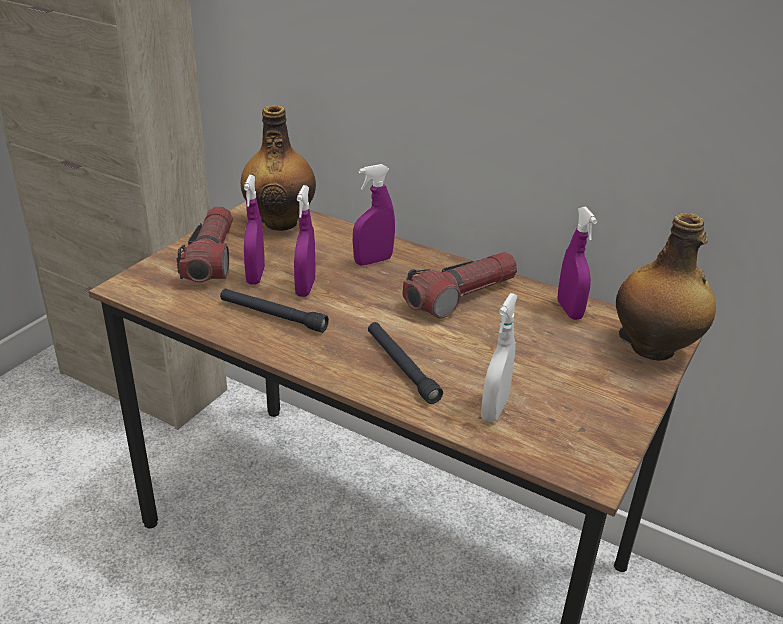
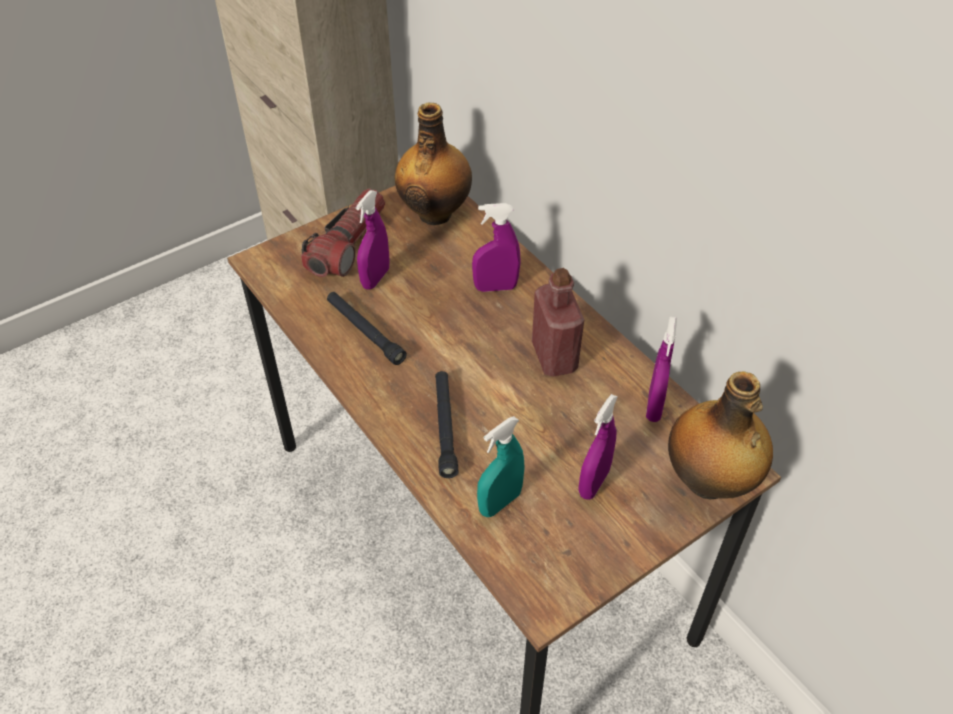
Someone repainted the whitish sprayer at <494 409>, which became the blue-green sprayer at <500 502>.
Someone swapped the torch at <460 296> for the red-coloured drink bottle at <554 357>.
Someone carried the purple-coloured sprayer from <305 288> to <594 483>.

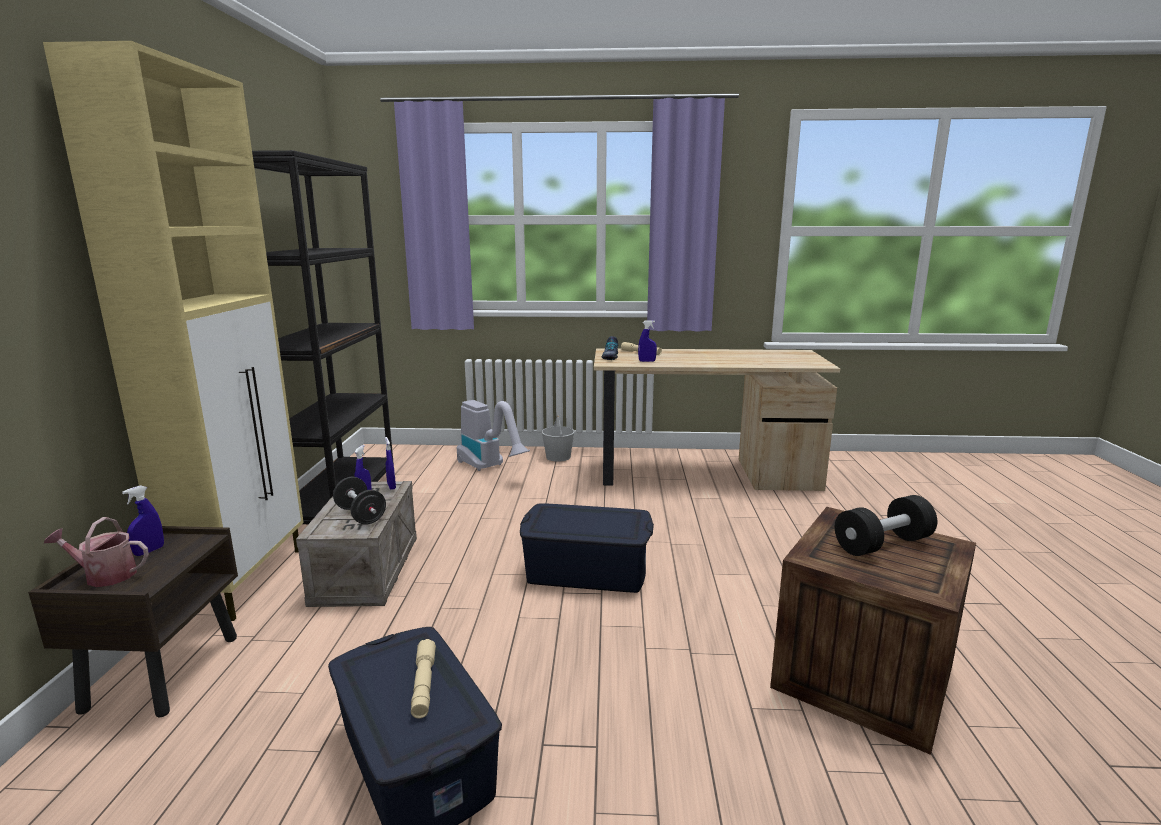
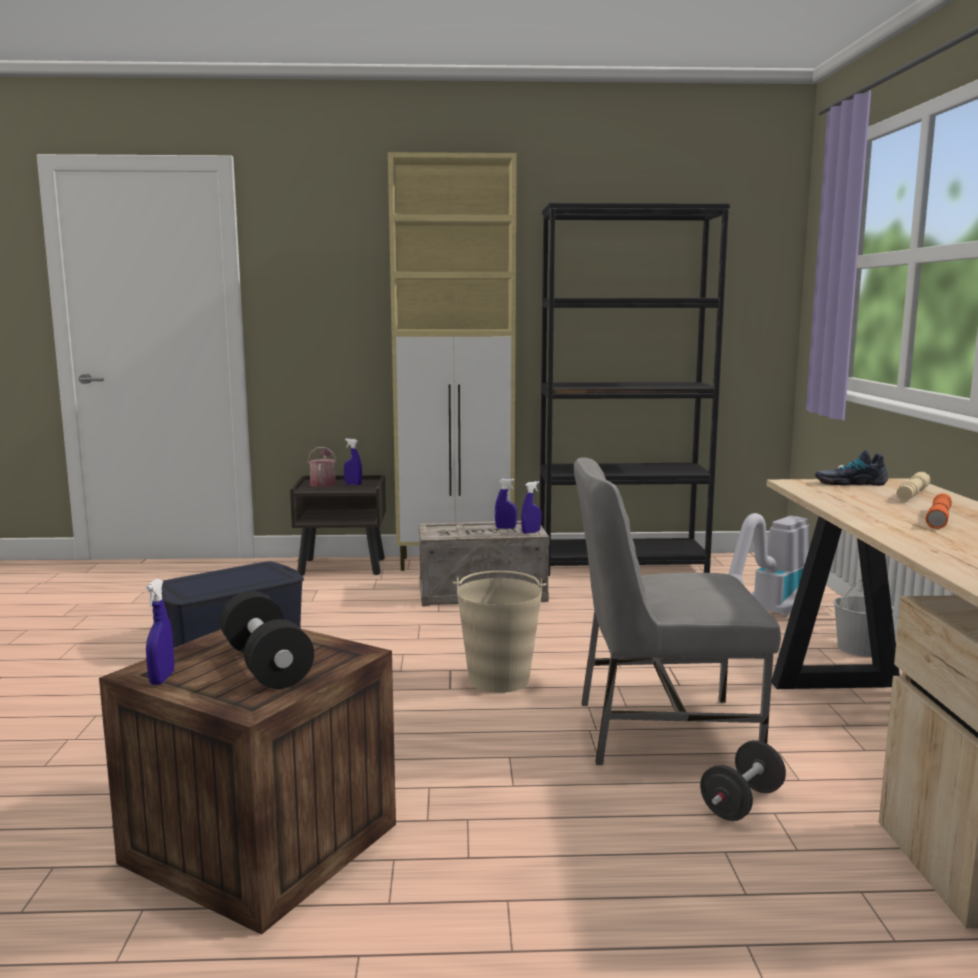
Someone carried the blue-coloured sprayer from <647 361> to <162 679>.
Someone swapped the blue-coloured storage container at <586 570> for the beige water bucket at <499 679>.
Someone put down the grey chair at <661 731>.
Someone carried the black-coloured dumbbell from <360 515> to <741 803>.
Someone put down the orange torch at <938 518>.
Someone took away the beige torch at <424 684>.

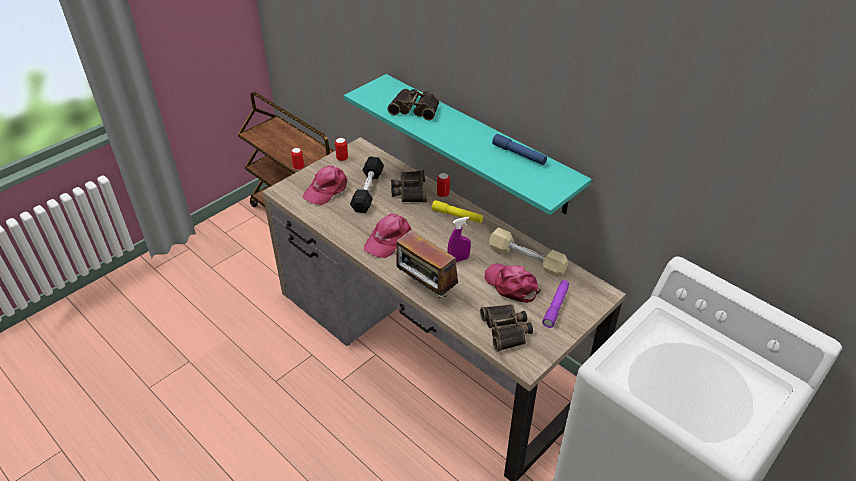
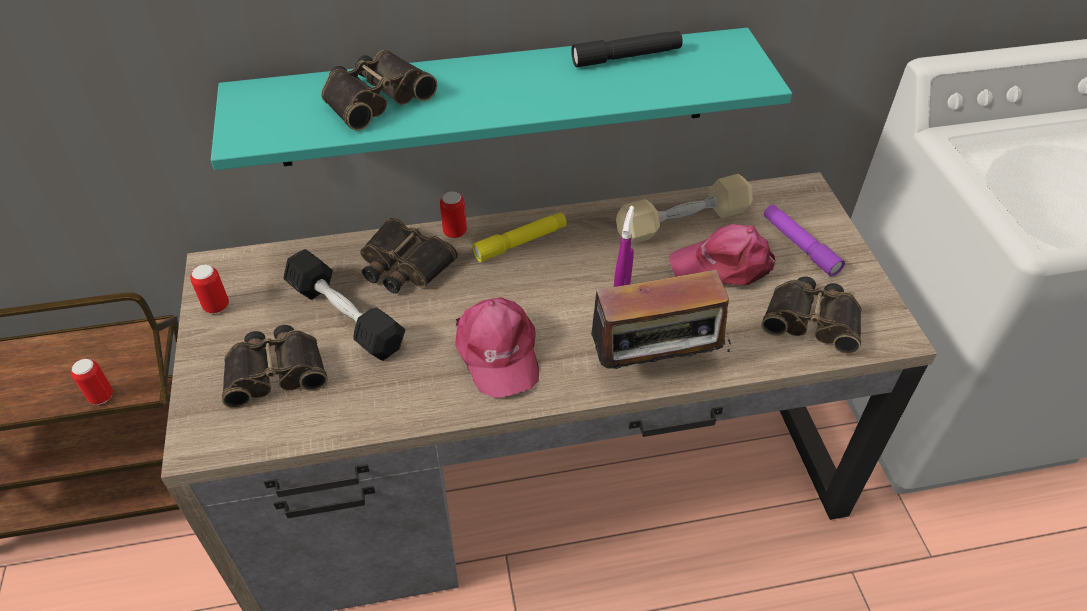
Someone swapped the pink peaked cap at <326 189> for the field glasses at <276 371>.
Someone repainted the blue-coloured torch at <519 154>, which became the black-coloured torch at <626 57>.

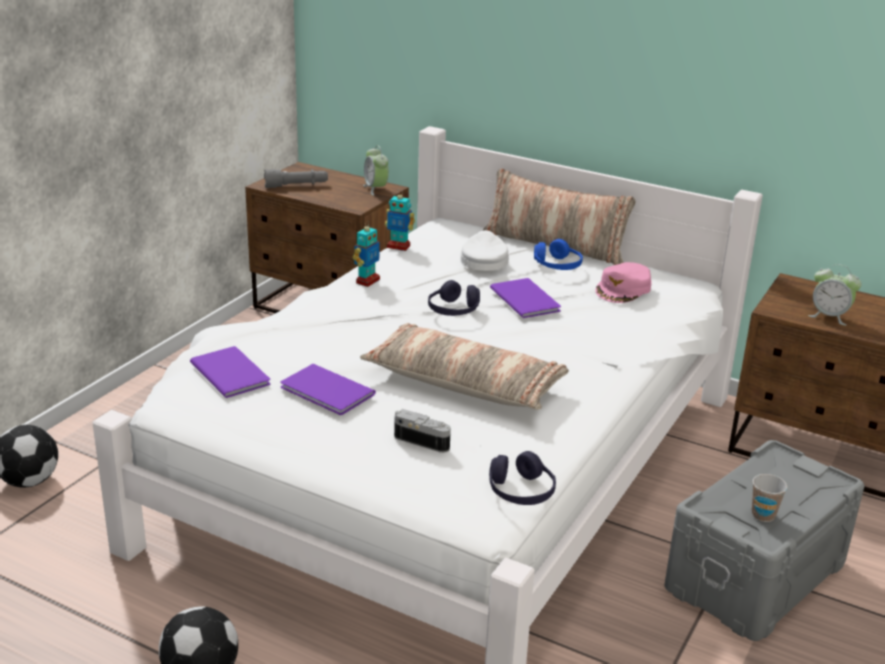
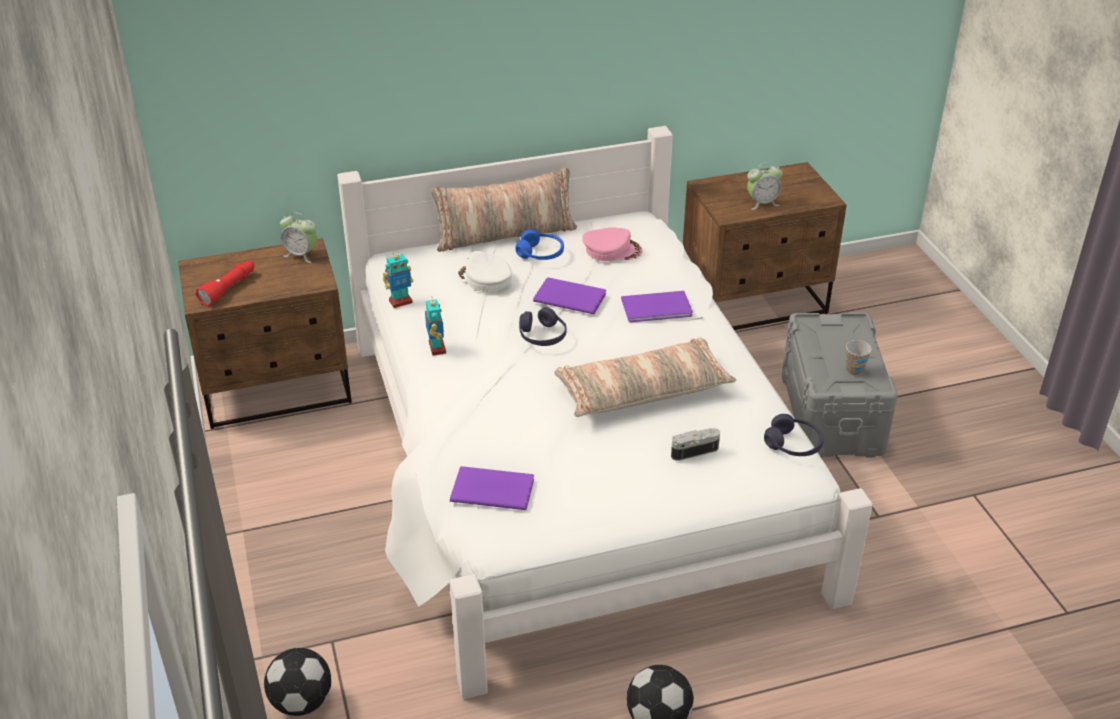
Someone repainted the grey torch at <296 186>, which became the red-coloured torch at <229 288>.
Someone rotated the pink peaked cap at <623 289> by 75 degrees counterclockwise.
Someone carried the purple-coloured bound book from <327 392> to <658 308>.

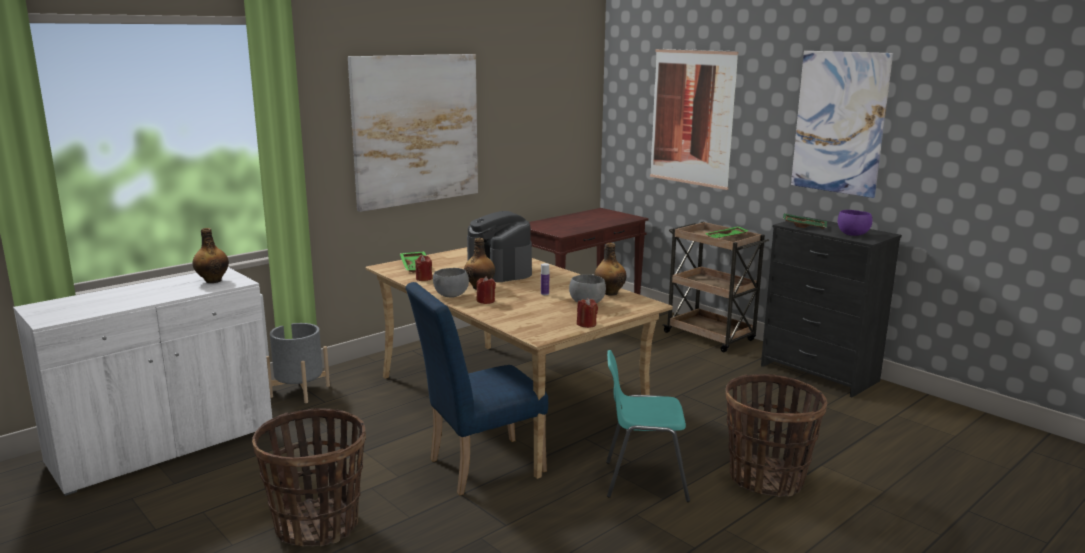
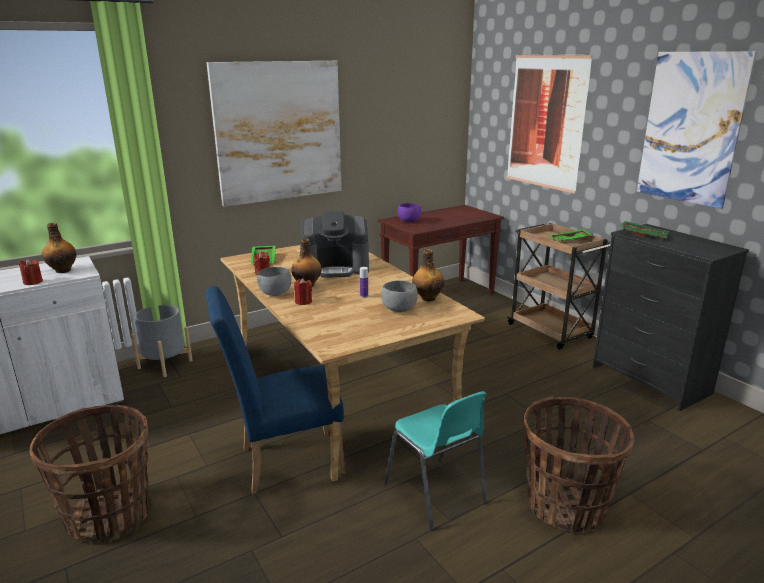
Someone carried the red-coloured wax candle from <586 324> to <33 282>.
Someone rotated the coffee brewer at <499 271> by 75 degrees counterclockwise.
Someone rotated the blue-green chair at <643 480> by 135 degrees counterclockwise.
Someone carried the purple-coloured deep dish from <852 234> to <408 221>.

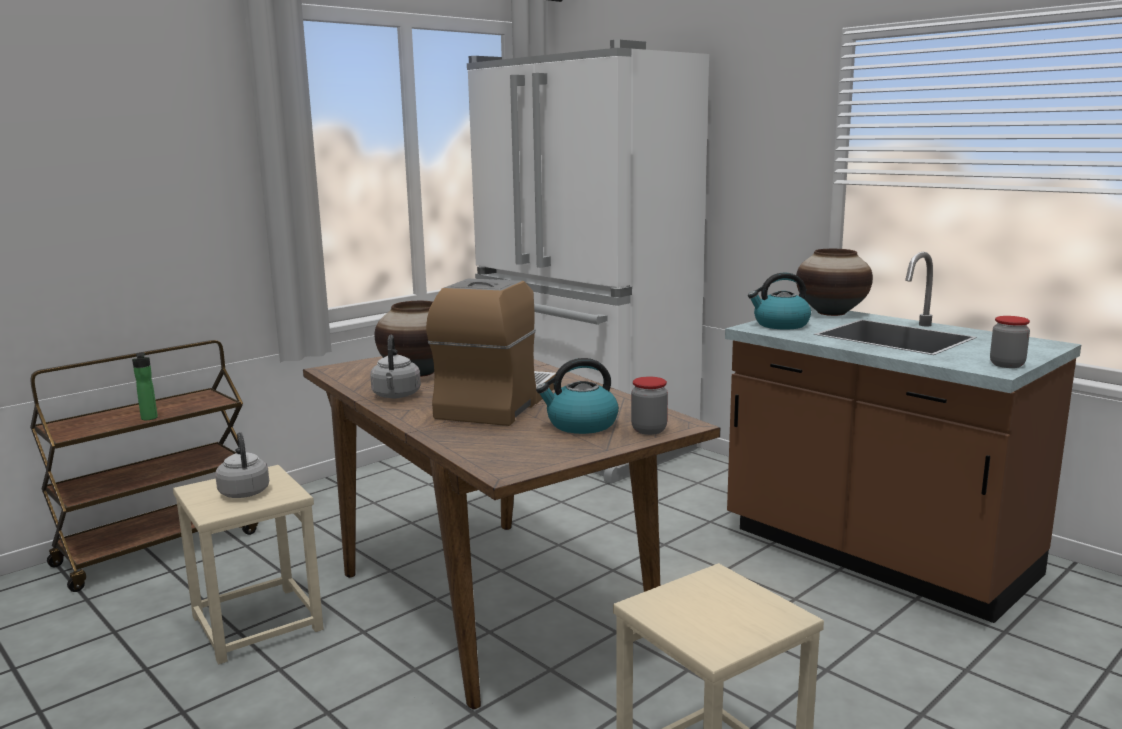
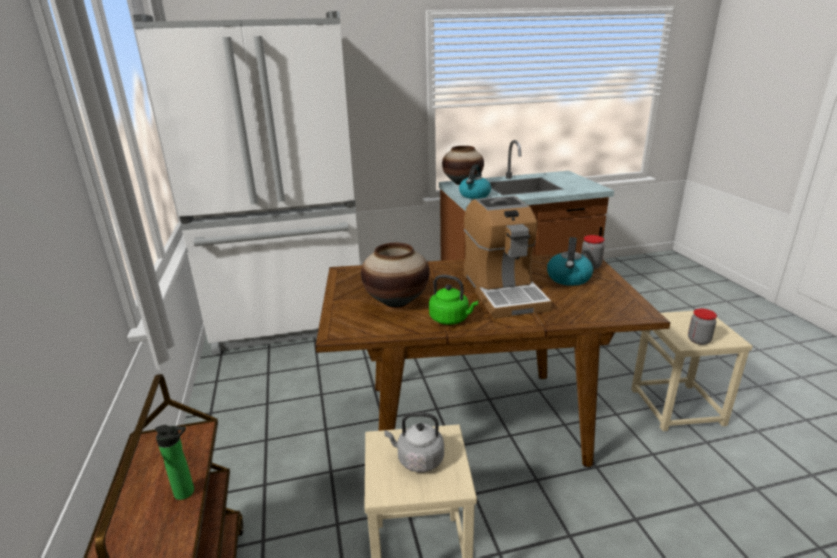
Someone repainted the grey tea kettle at <396 396>, which became the greenish tea kettle at <451 319>.
Someone rotated the coffee brewer at <497 403> by 150 degrees counterclockwise.
Someone carried the jar from <1007 365> to <698 340>.

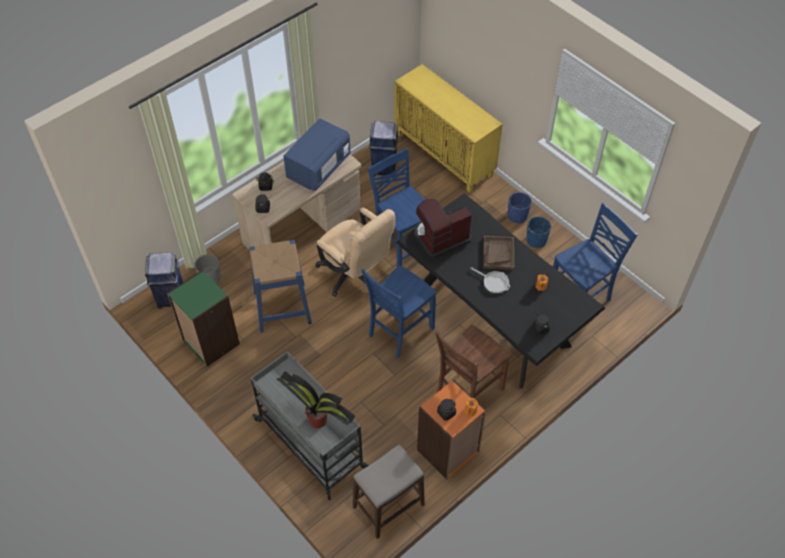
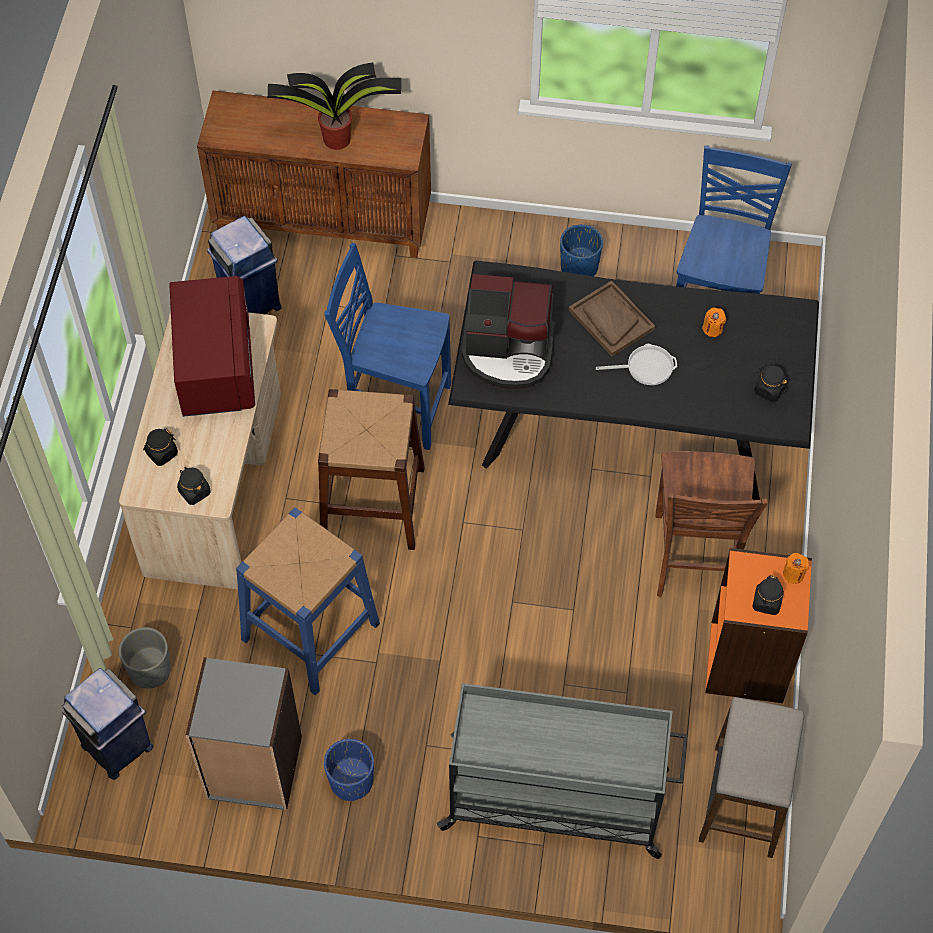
Someone repainted the blue-coloured microwave at <318 167>, which became the red-coloured microwave at <215 366>.
Someone repainted the greenish bookshelf at <210 342>, which became the grey bookshelf at <254 768>.
Someone repainted the yellow-coloured cupboard at <445 155>, which became the brown cupboard at <324 221>.
Someone carried the plant in a pot from <318 421> to <339 139>.
Someone swapped the beige computer chair at <355 276> for the brown stool at <373 504>.
Someone carried the blue-coloured planter from <517 216> to <351 781>.
Someone rotated the coffee brewer at <440 237> by 105 degrees counterclockwise.
Someone took away the blue-coloured chair at <399 332>.

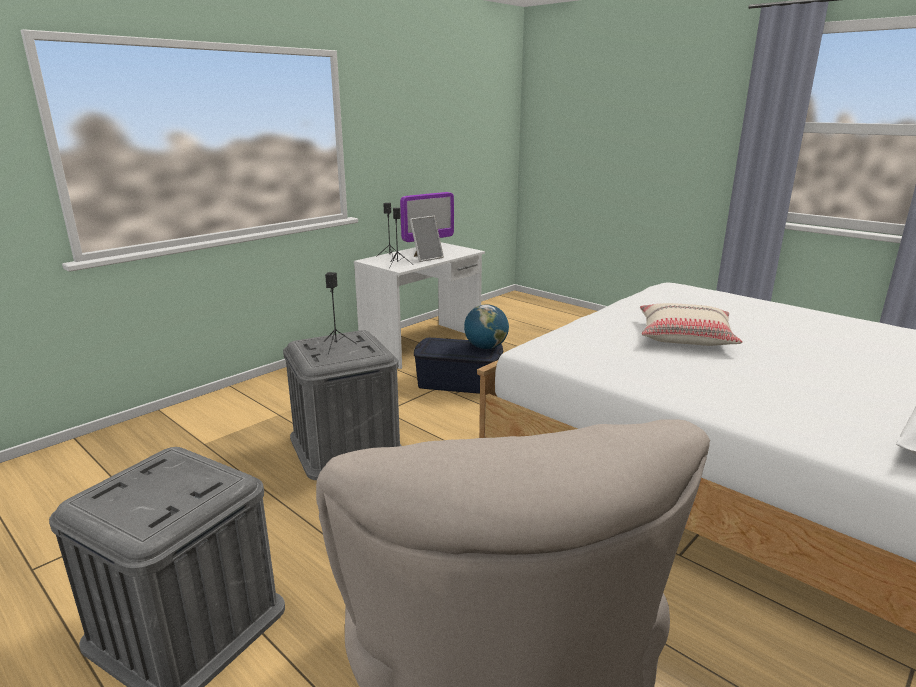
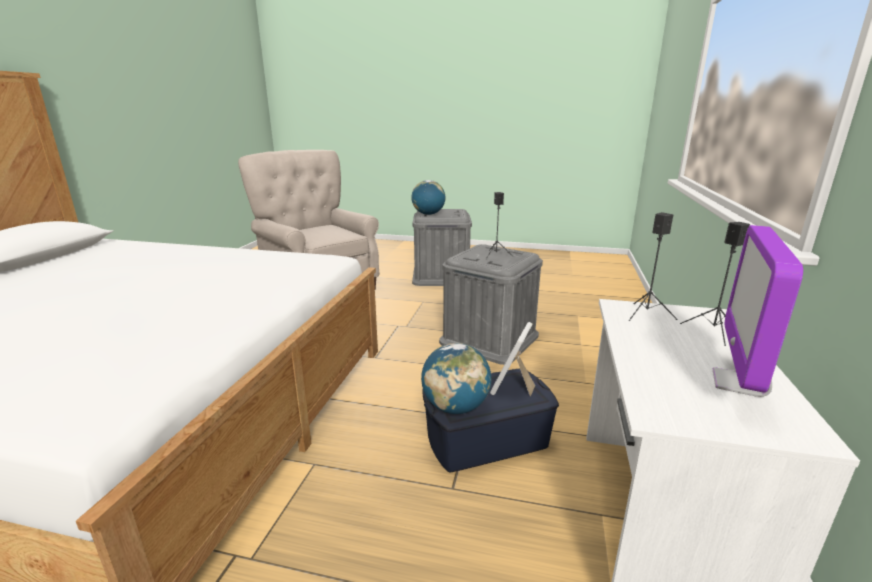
Someone put down the world globe at <428 214>.
Someone carried the standing frame from <426 258> to <512 387>.
Someone took away the beige throw pillow at <685 336>.

